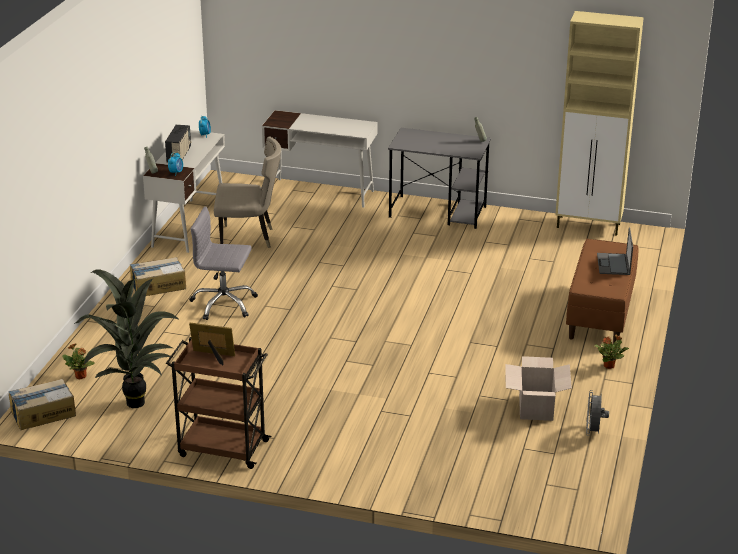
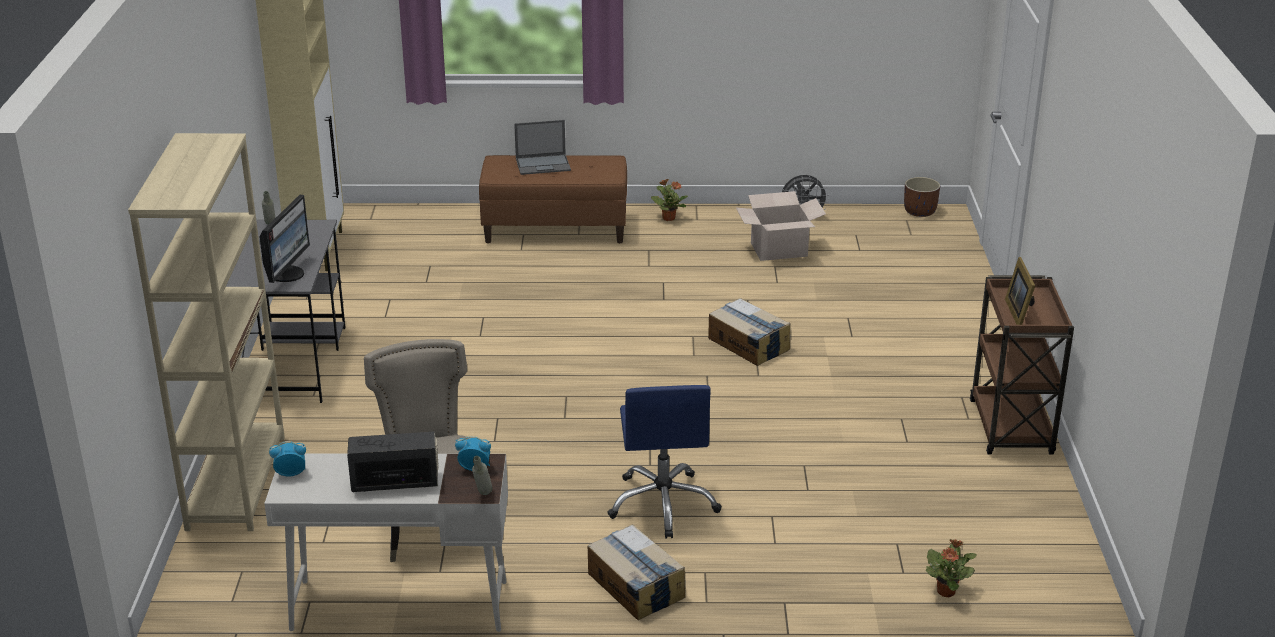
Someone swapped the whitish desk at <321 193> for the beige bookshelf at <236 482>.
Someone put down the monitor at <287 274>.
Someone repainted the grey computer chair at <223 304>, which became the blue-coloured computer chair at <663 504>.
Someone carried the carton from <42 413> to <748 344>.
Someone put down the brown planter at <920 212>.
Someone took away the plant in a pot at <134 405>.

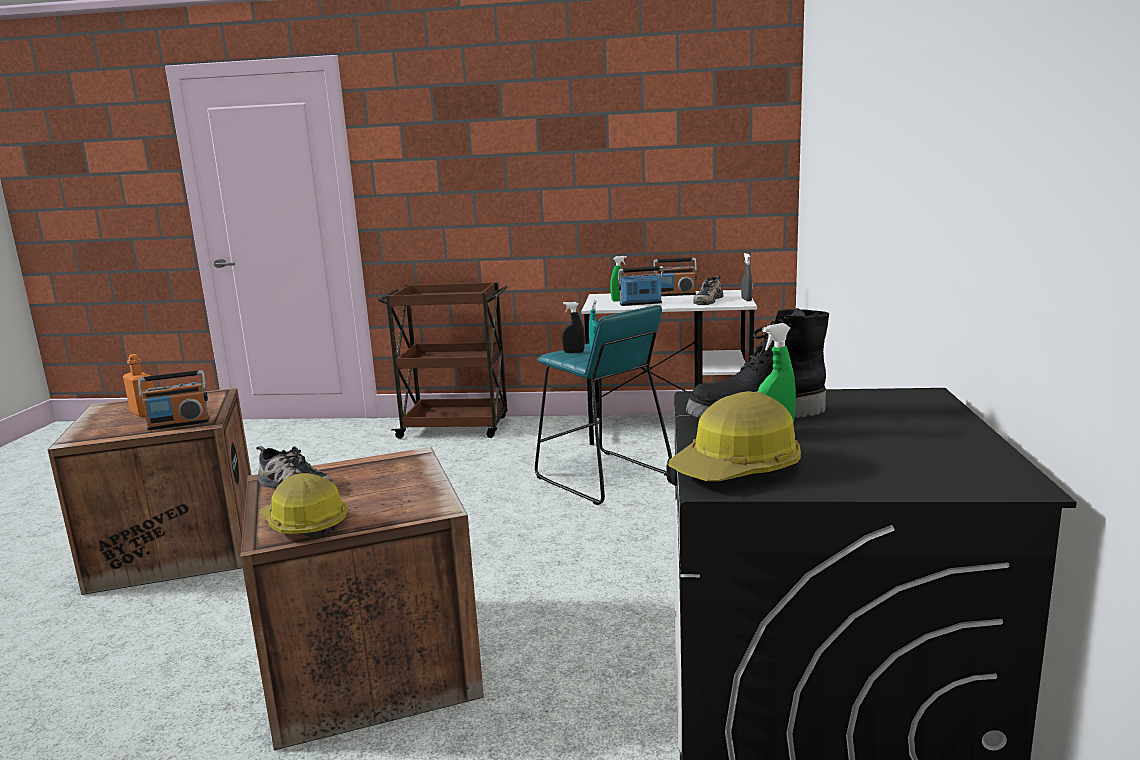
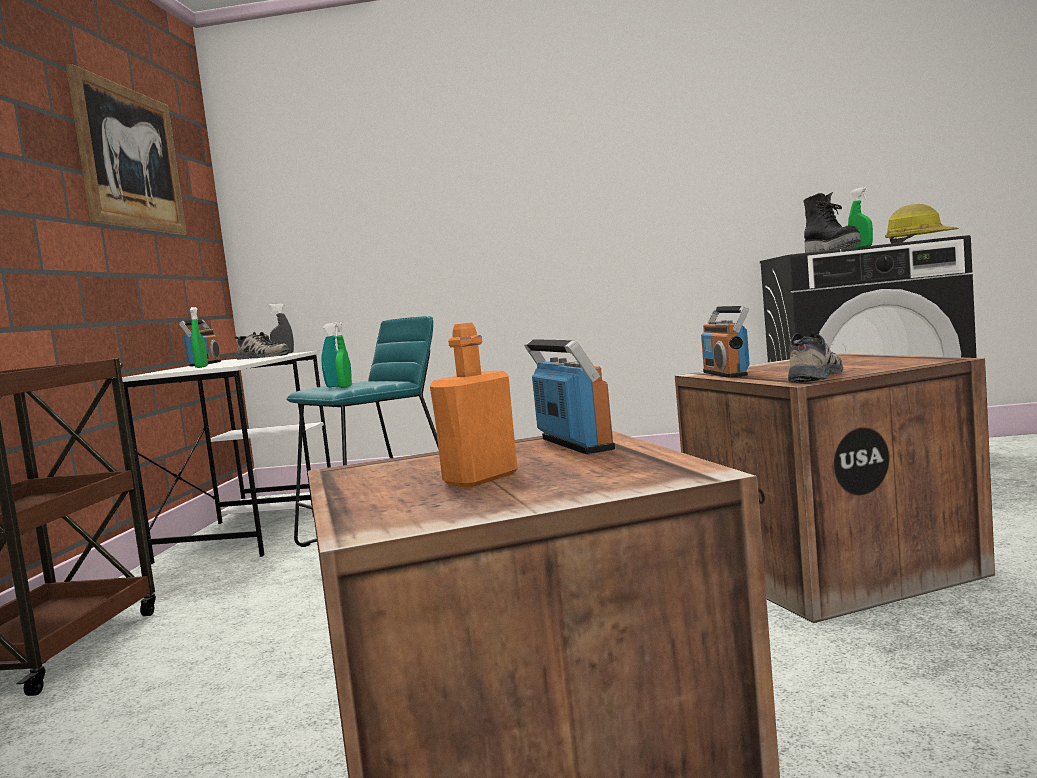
Someone put up the picture at <130 158>.
Someone repainted the black-coloured sprayer at <573 352>, which became the greenish sprayer at <345 387>.
Someone carried the radio receiver from <640 304> to <726 374>.
Someone took away the safety helmet at <304 524>.

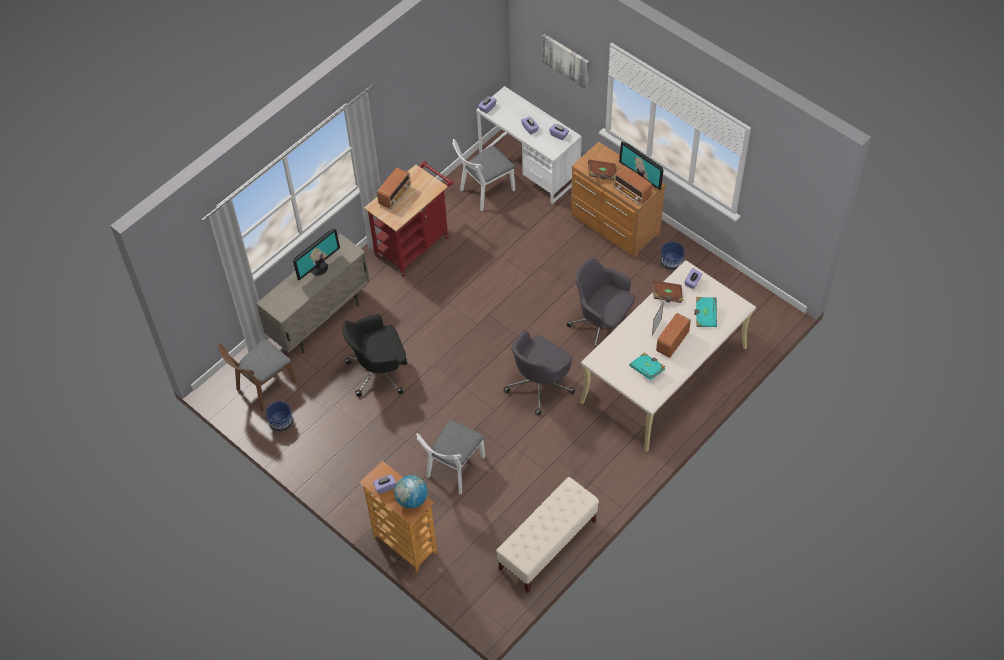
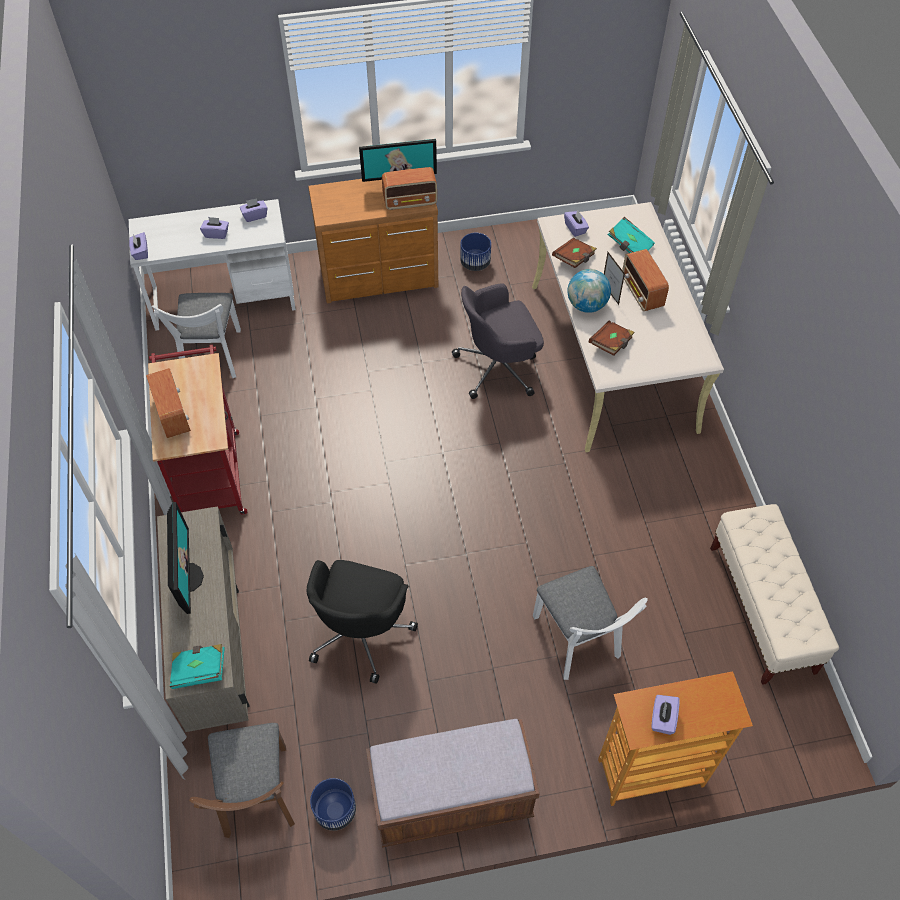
Someone carried the blue-green bound book from <647 369> to <199 670>.
Someone put down the brown indoor bench at <451 798>.
Someone carried the world globe from <411 499> to <586 305>.
Someone carried the brown bound book from <602 174> to <611 344>.
Someone took away the grey computer chair at <540 384>.
Someone took away the picture at <566 60>.

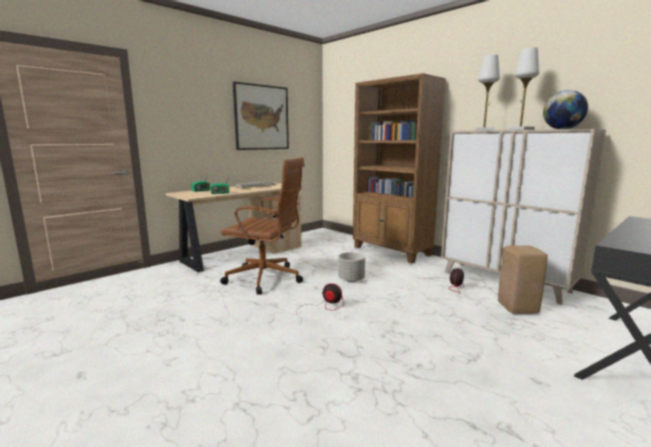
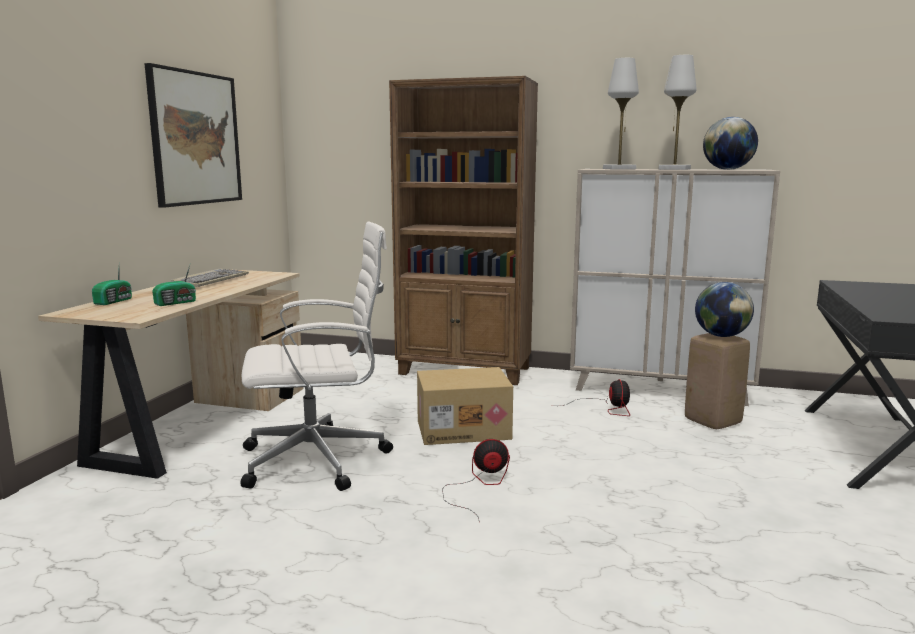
Someone repainted the brown computer chair at <266 279>, which became the whitish computer chair at <319 460>.
Someone swapped the grey planter at <351 279> for the carton at <463 429>.
Someone put down the world globe at <721 336>.

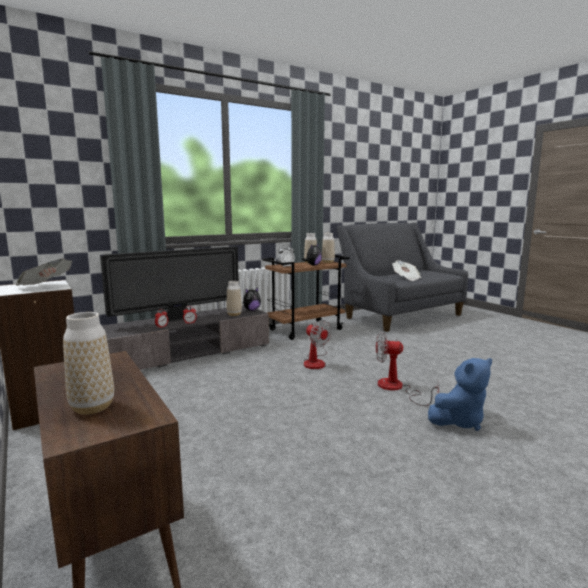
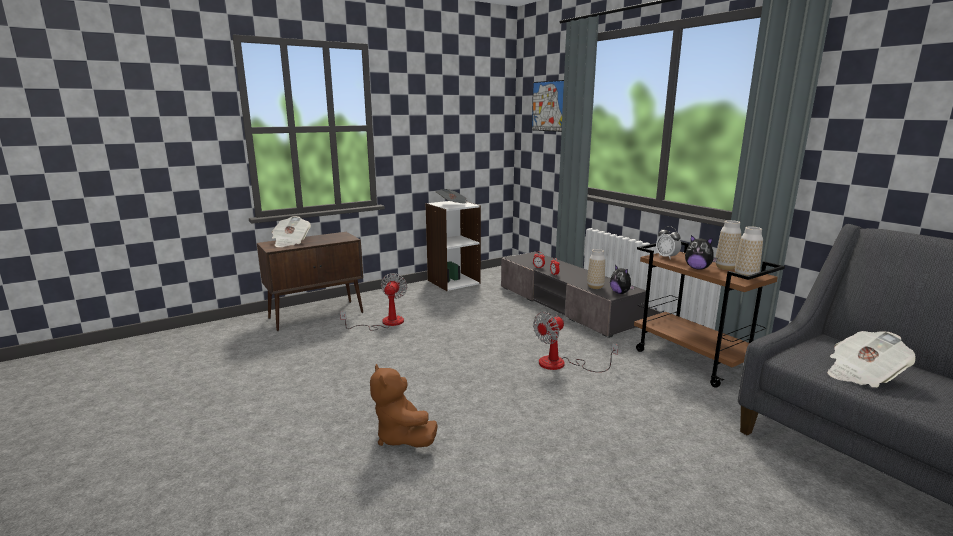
Someone swapped the vase at <92 407> for the newspaper at <290 242>.
Someone carried the fan from <396 388> to <385 323>.
Someone repainted the blue-coloured cuddly toy at <459 421>, which became the brown cuddly toy at <402 437>.
Someone put up the picture at <548 106>.
Someone took away the television at <178 319>.

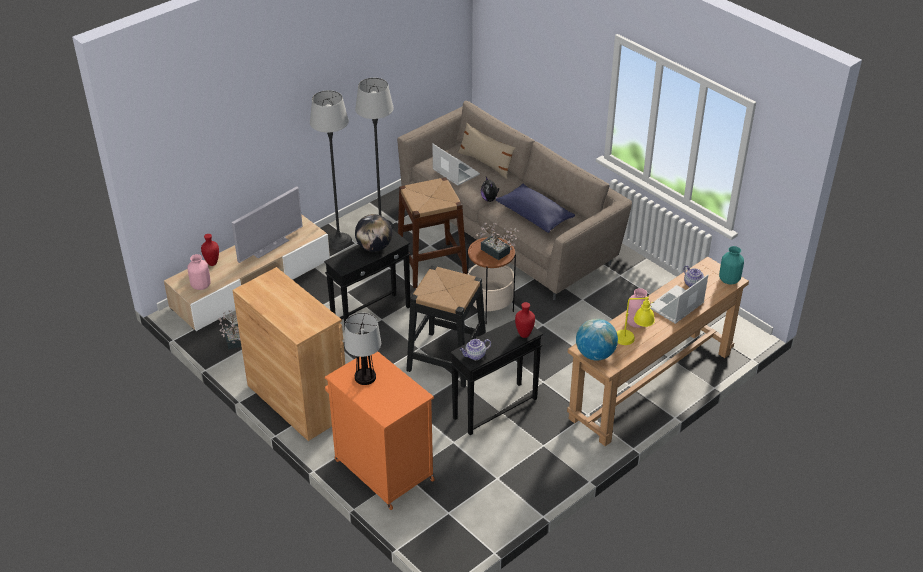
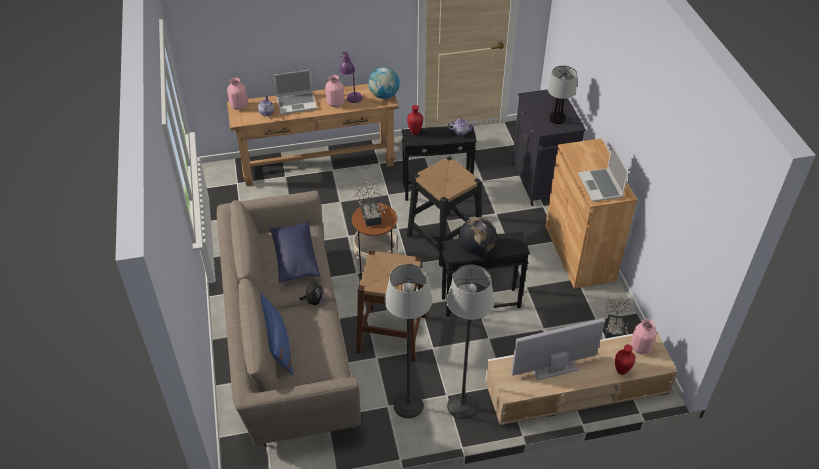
Someone repainted the blue-green vase at <728 280>, which became the pink vase at <239 106>.
Someone repainted the beige throw pillow at <486 163>, which became the blue-coloured throw pillow at <278 345>.
Someone repainted the yellow-coloured lamp for a table at <633 341>, which became the purple-coloured lamp for a table at <351 94>.
Someone repainted the orange cupboard at <382 469>, which became the black-coloured cupboard at <541 182>.
Someone carried the notebook computer from <455 172> to <601 186>.

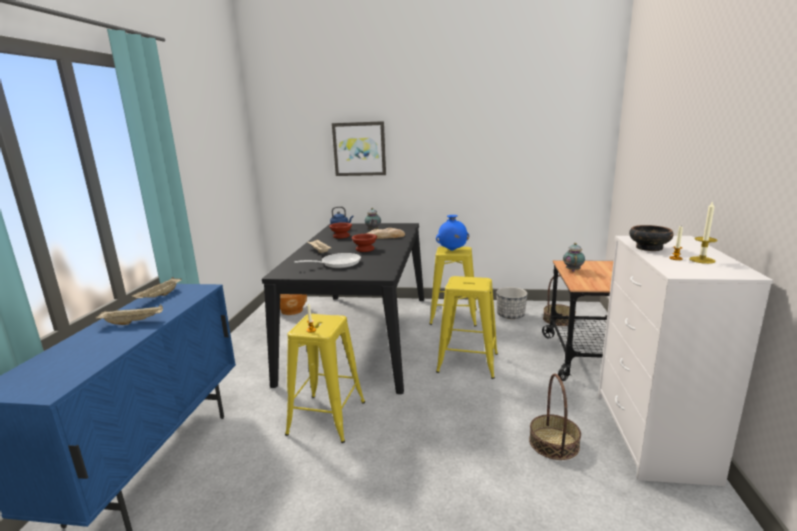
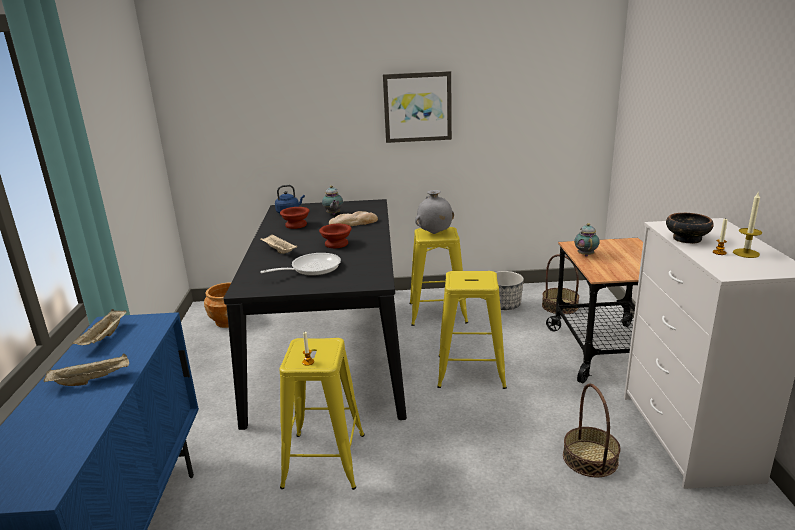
Someone carried the picture from <359 149> to <417 107>.
Someone repainted the blue-coloured vase at <452 250>, which became the grey vase at <434 233>.

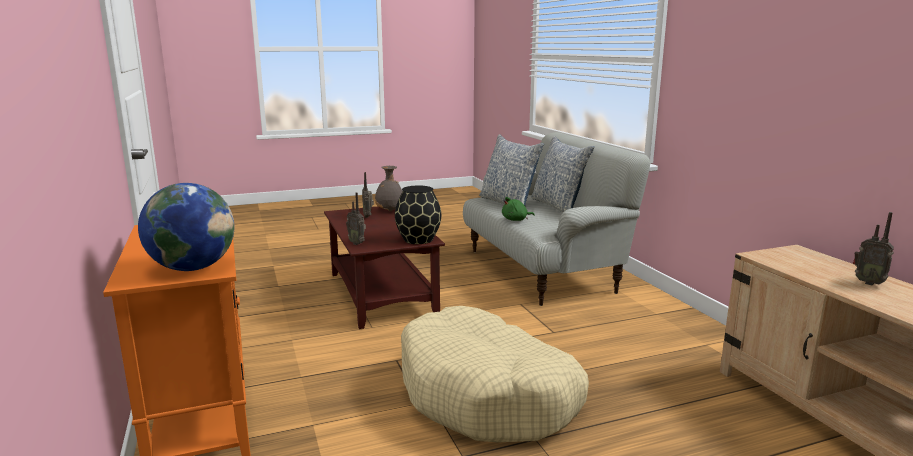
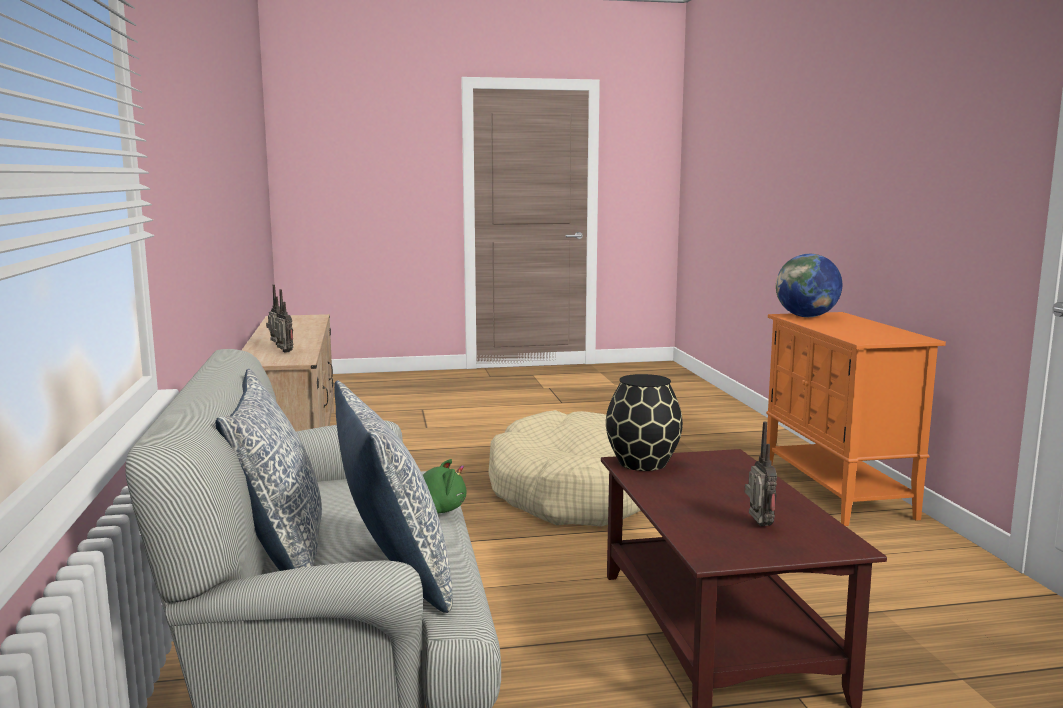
Someone carried the radio receiver from <357 243> to <284 352>.
Someone took away the grey vase at <390 211>.

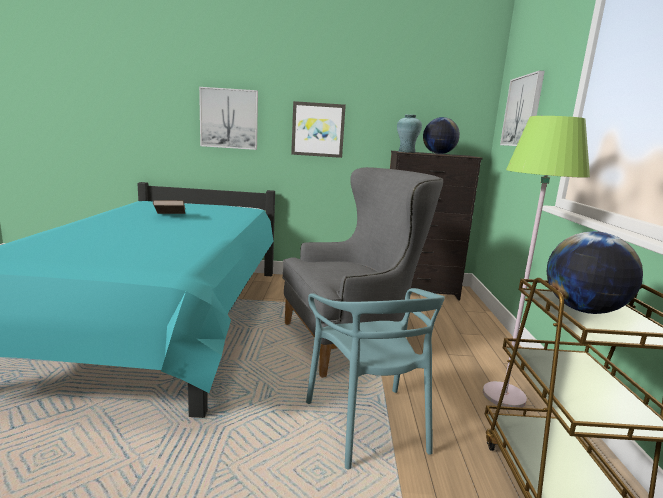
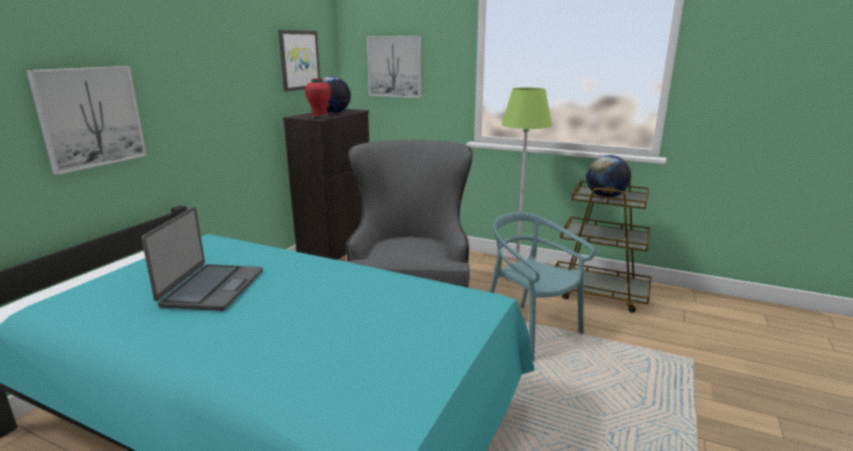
Someone swapped the brown bound book at <170 216> for the notebook computer at <212 288>.
Someone carried the picture from <318 129> to <299 60>.
Someone repainted the blue-green vase at <406 152>, which became the red-coloured vase at <320 118>.
Someone rotated the blue-green chair at <368 423> by 135 degrees counterclockwise.

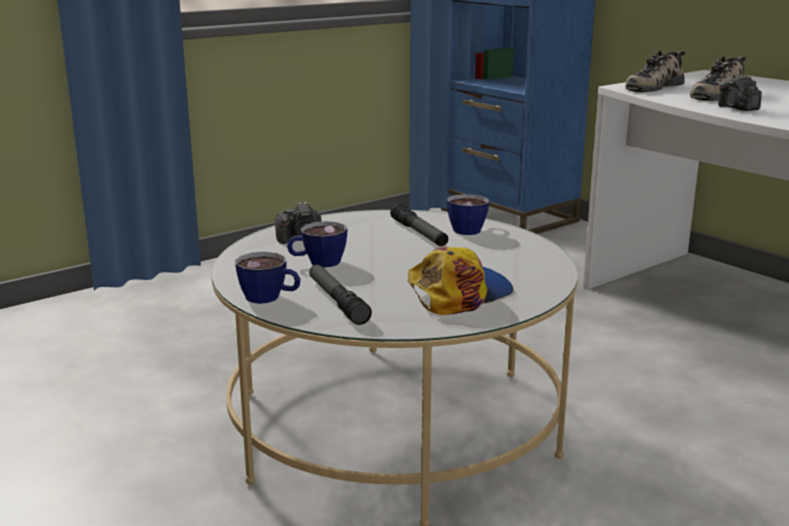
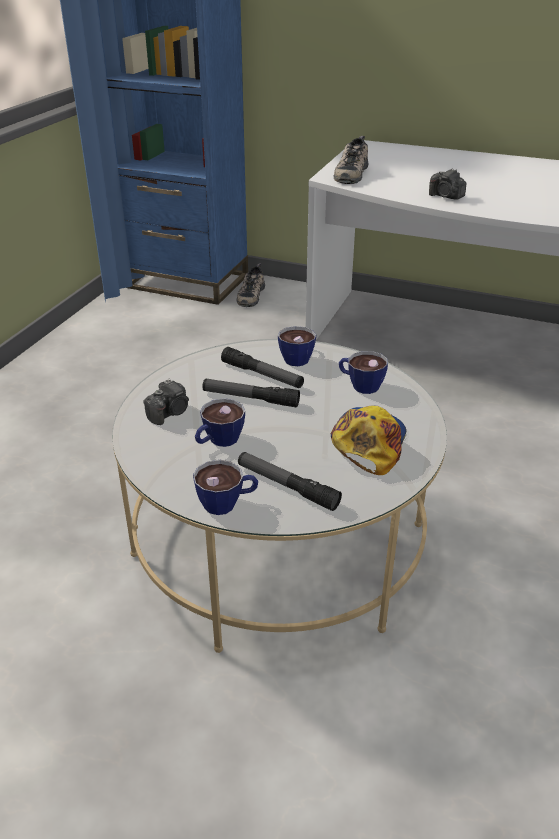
Someone put down the torch at <250 398>.
Someone carried the item of footwear from <716 94> to <250 295>.
Someone put down the cup at <360 385>.

